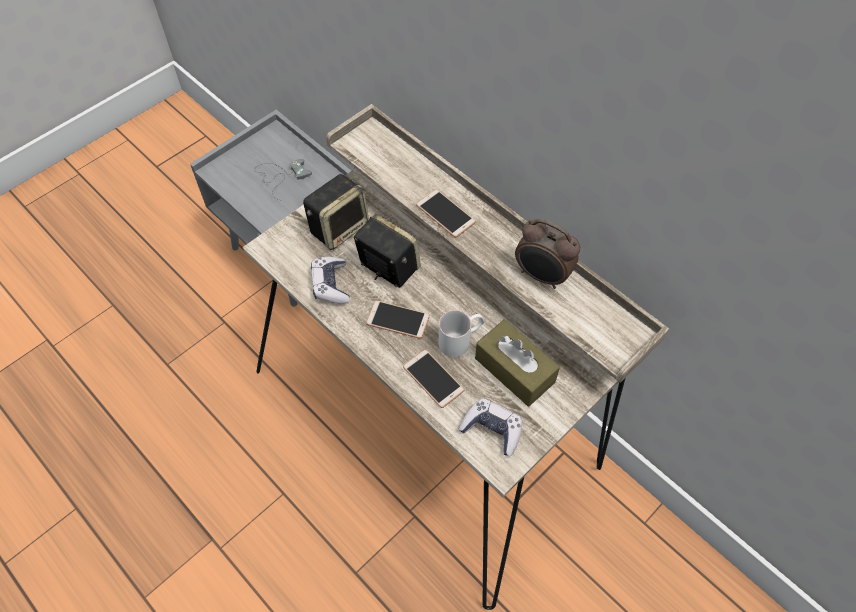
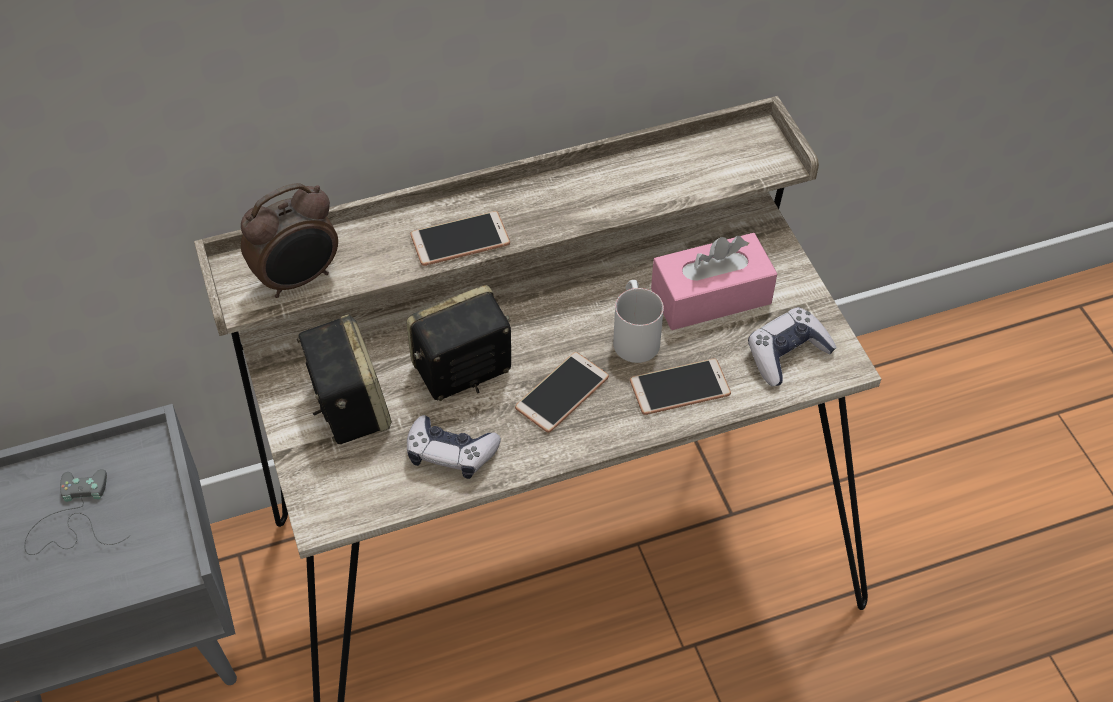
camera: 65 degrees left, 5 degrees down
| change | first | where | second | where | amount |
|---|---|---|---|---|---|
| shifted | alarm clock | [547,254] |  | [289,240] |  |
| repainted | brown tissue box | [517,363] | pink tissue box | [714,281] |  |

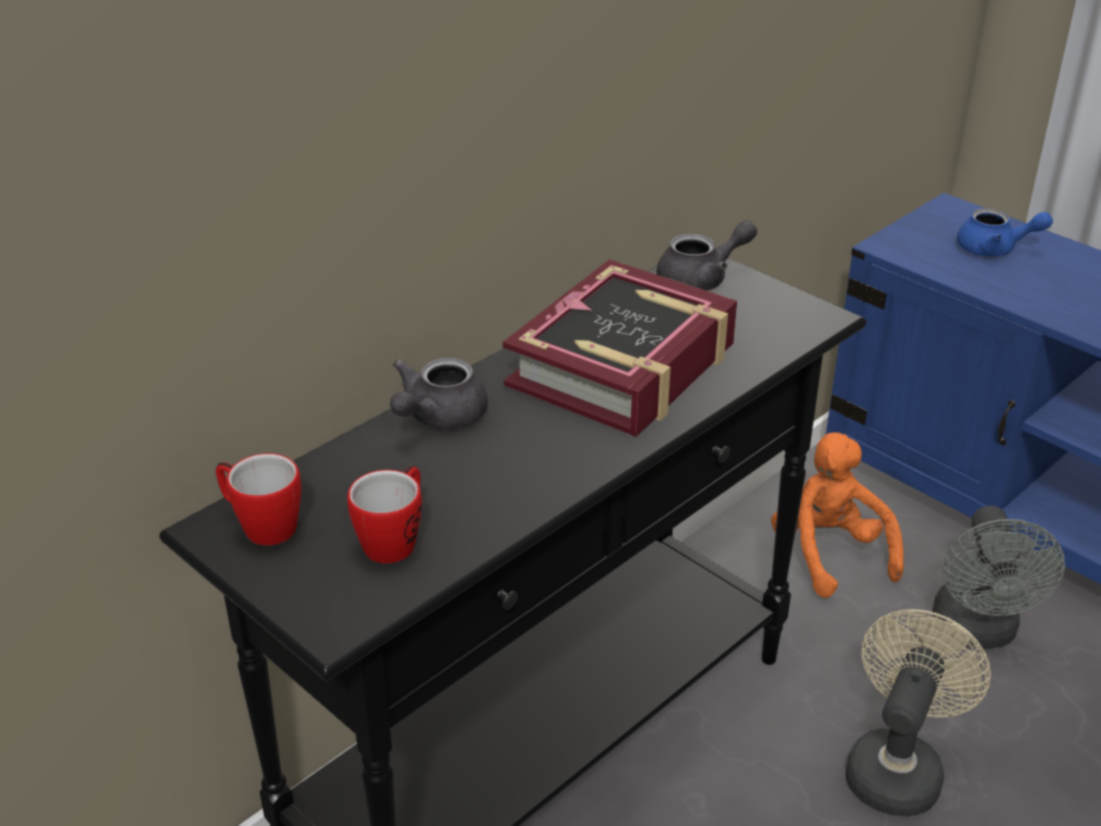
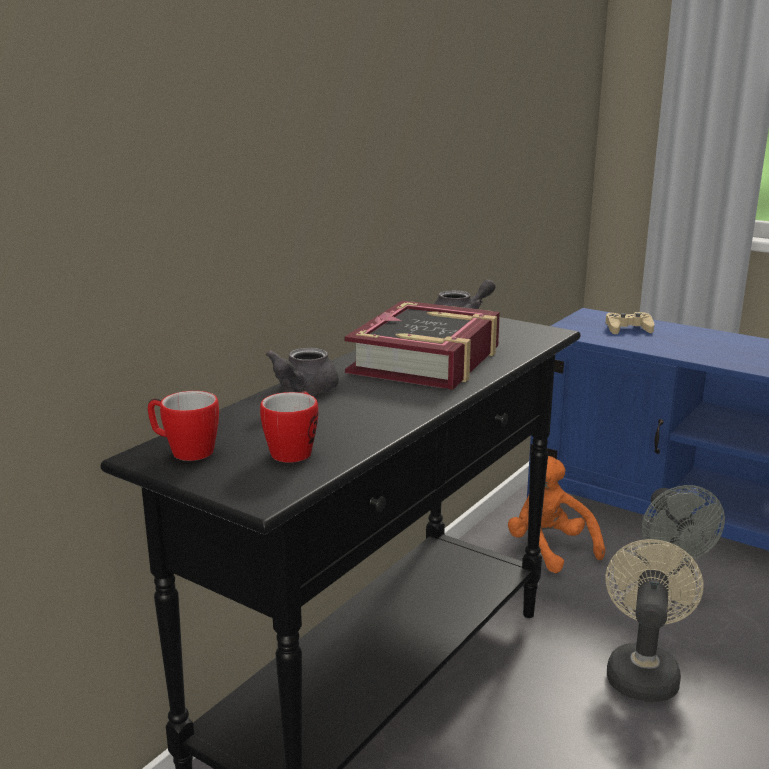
camera: 10 degrees left, 15 degrees down
| change | first | where | second | where | amount |
|---|---|---|---|---|---|
| swapped | blue teapot | [1005,232] | beige game controller | [630,323] |  |

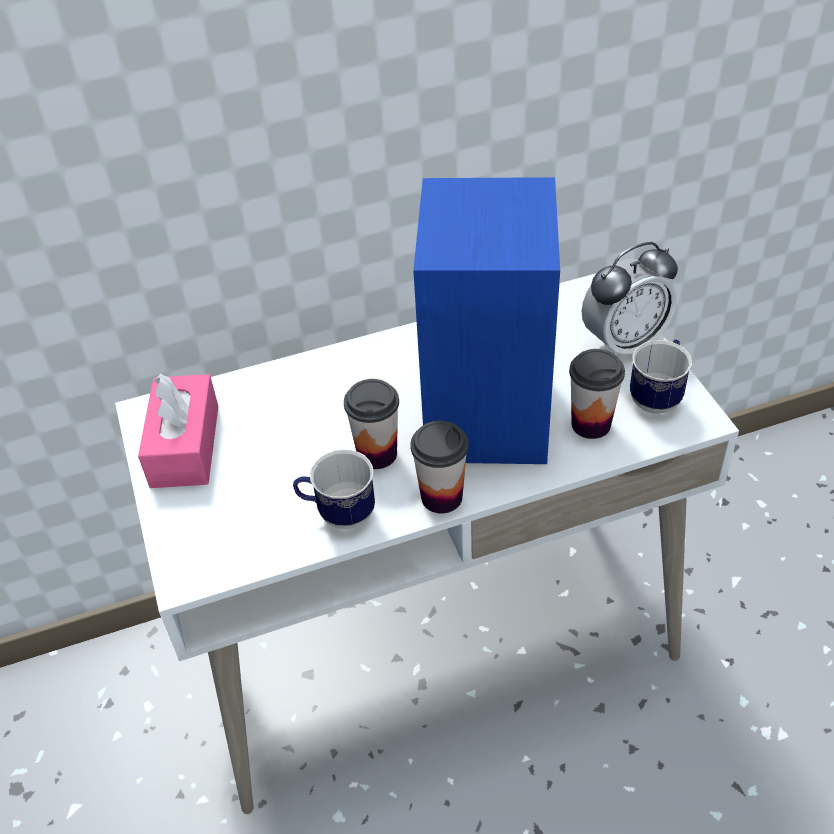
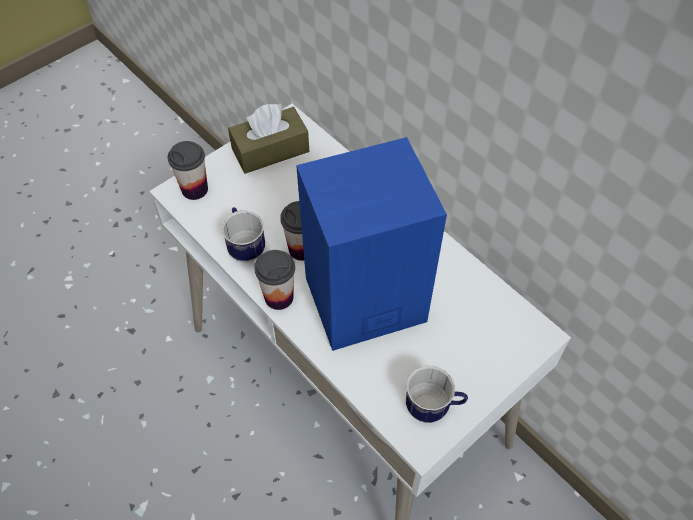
camera: 65 degrees right, 10 degrees up
| change | first | where | second | where | amount |
|---|---|---|---|---|---|
| shifted | cup | [597,394] |  | [188,170] |  |
| repainted | pink tissue box | [178,431] | brown tissue box | [268,139] |  |
| gone | alarm clock | [629,299] |  |  |  |

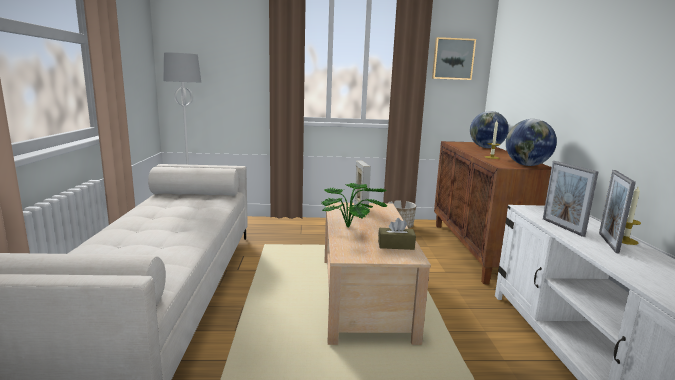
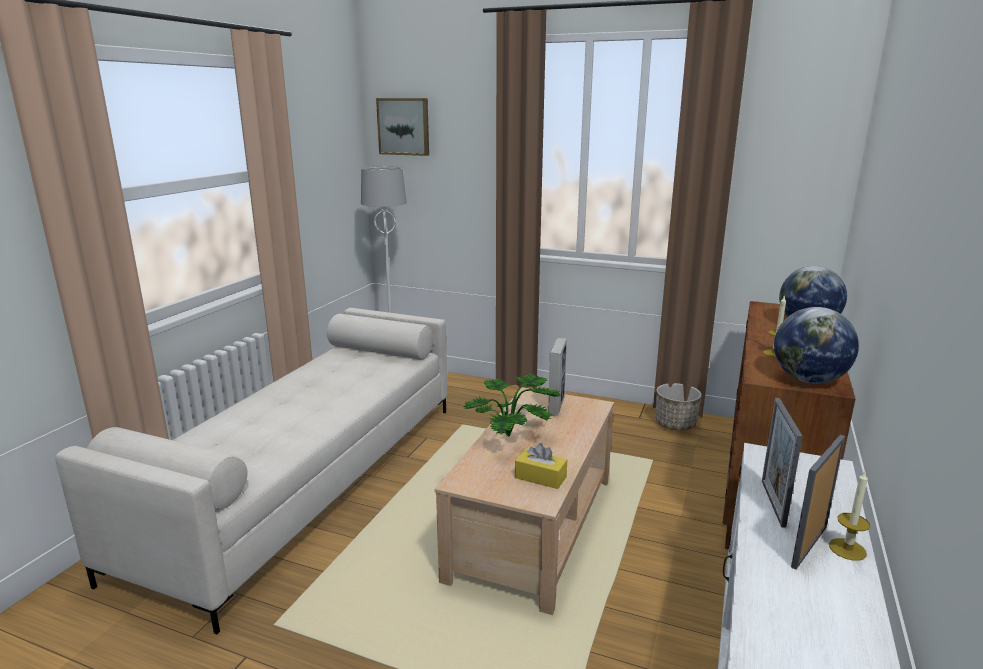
camera: 25 degrees right, 5 degrees up
| change | first | where | second | where | amount |
|---|---|---|---|---|---|
| shifted | picture | [454,58] |  | [402,127] |  |
| repainted | brown tissue box | [397,234] | yellow tissue box | [541,466] |  |

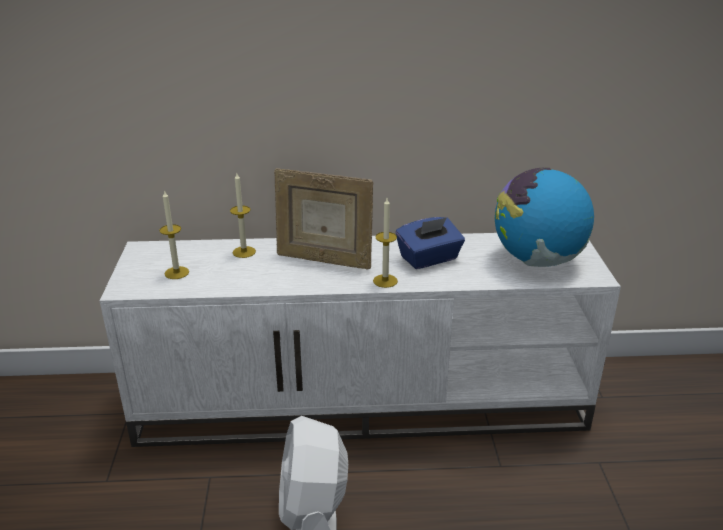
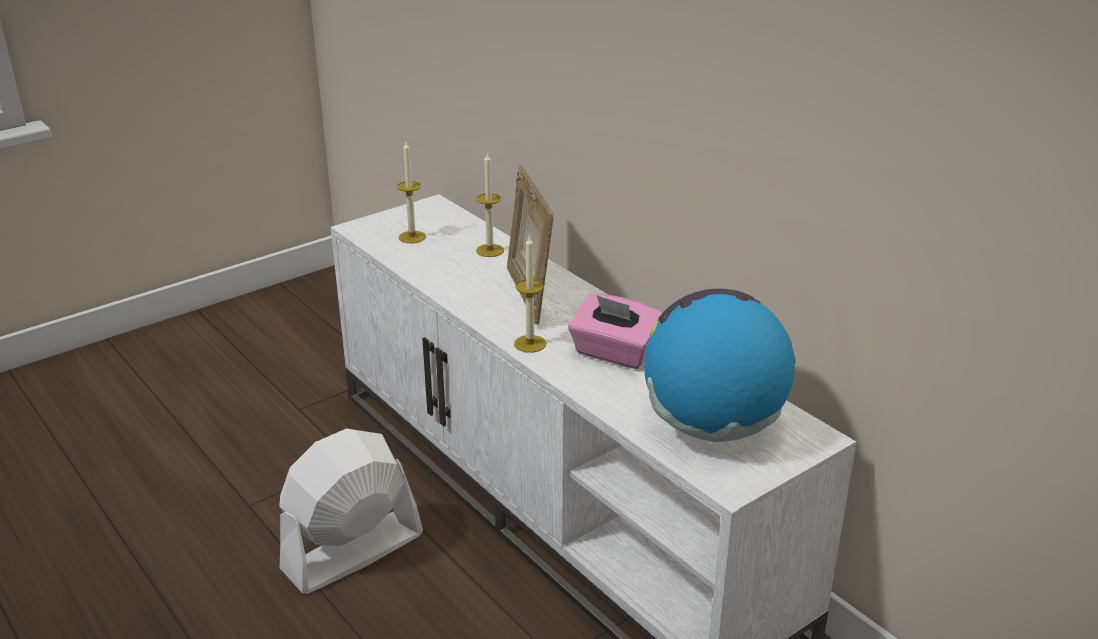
camera: 55 degrees right, 0 degrees up
| change | first | where | second | where | amount |
|---|---|---|---|---|---|
| repainted | blue tissue box | [430,243] | pink tissue box | [615,331] |  |

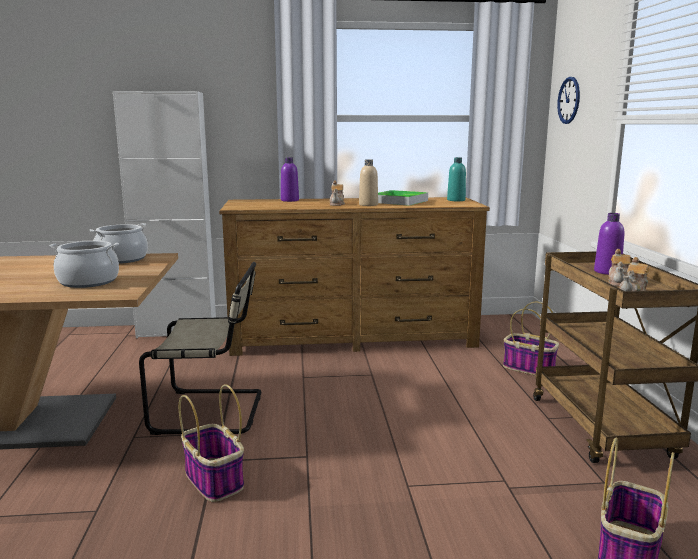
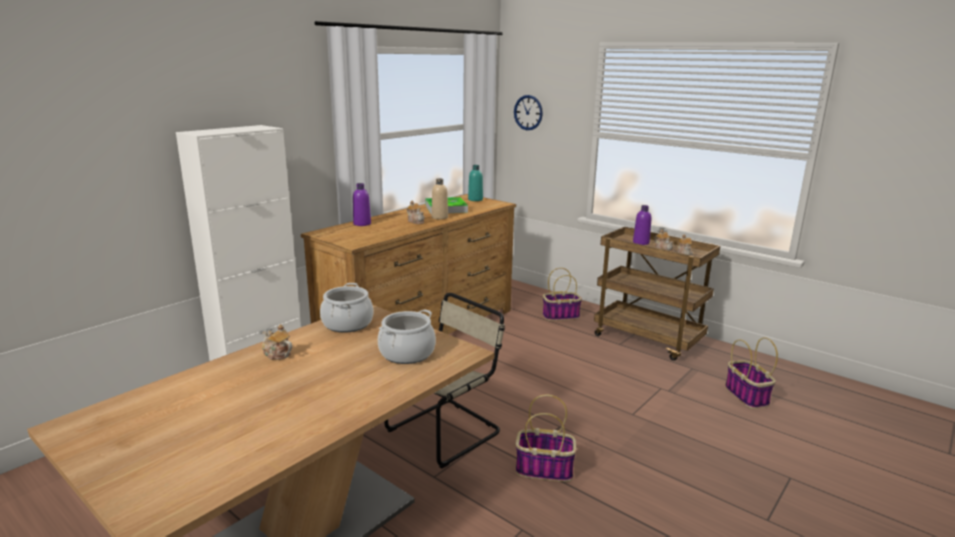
camera: 45 degrees left, 5 degrees up
| change | first | where | second | where | amount |
|---|---|---|---|---|---|
| new |  |  | teapot | [277,342] |  |

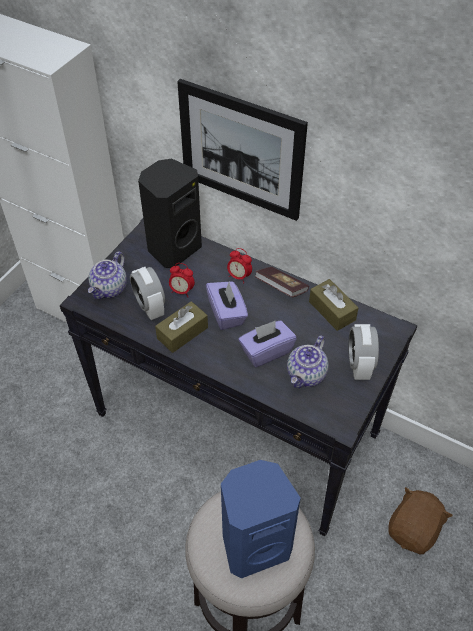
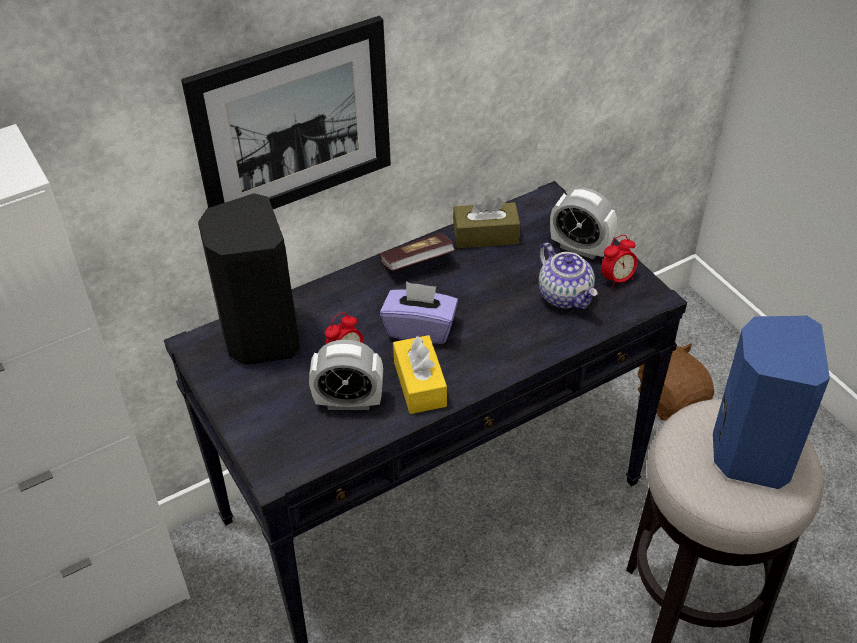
camera: 60 degrees left, 5 degrees down
| change | first | where | second | where | amount |
|---|---|---|---|---|---|
| repainted | brown tissue box | [181,327] | yellow tissue box | [420,374] |  |
| shifted | alarm clock | [239,265] |  | [619,262] |  |
| gone | teapot | [107,275] |  |  |  |
| gone | purple tissue box | [267,344] |  |  |  |

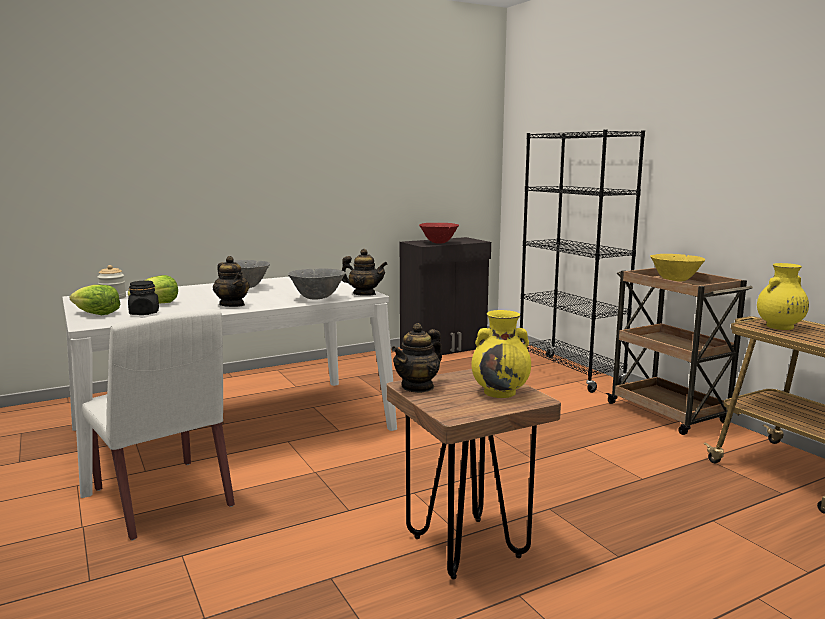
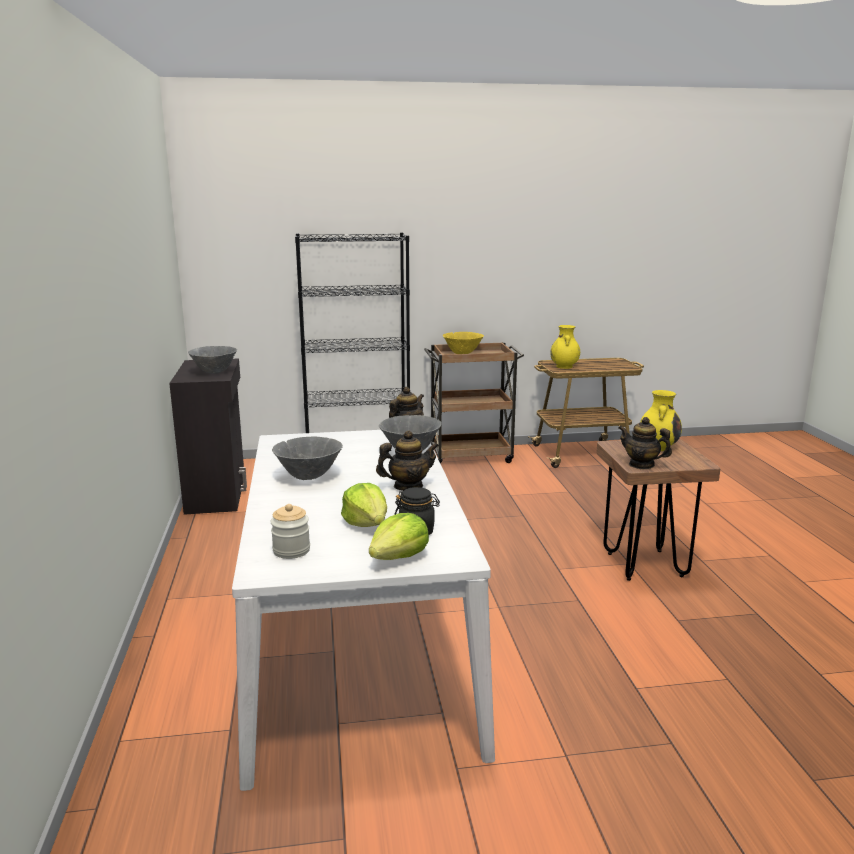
camera: 70 degrees left, 5 degrees up
| change | first | where | second | where | amount |
|---|---|---|---|---|---|
| repainted | red bowl | [439,233] | grey bowl | [212,360] |  |
| rotated | teapot | [416,358] |  | [645,443] | 150 degrees clockwise |
| gone | white chair | [158,425] |  |  |  |

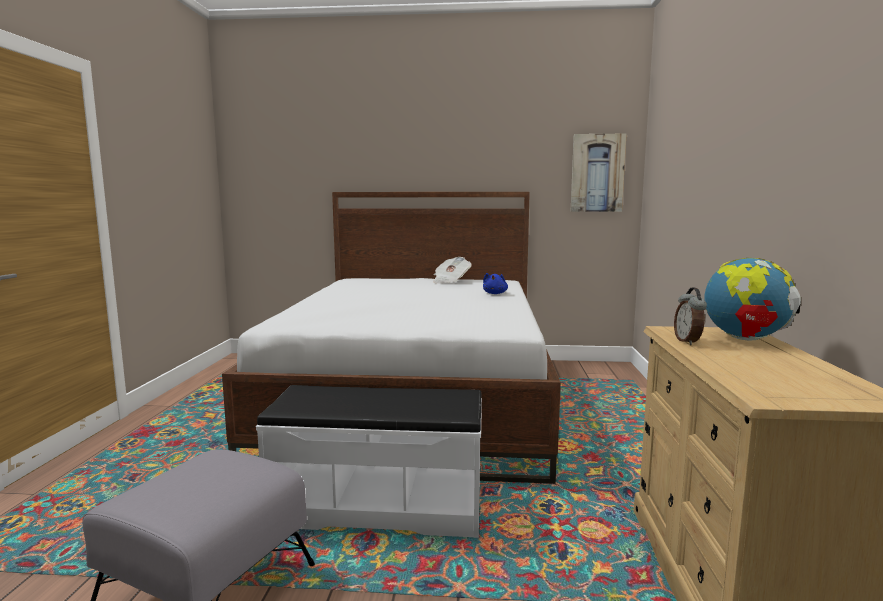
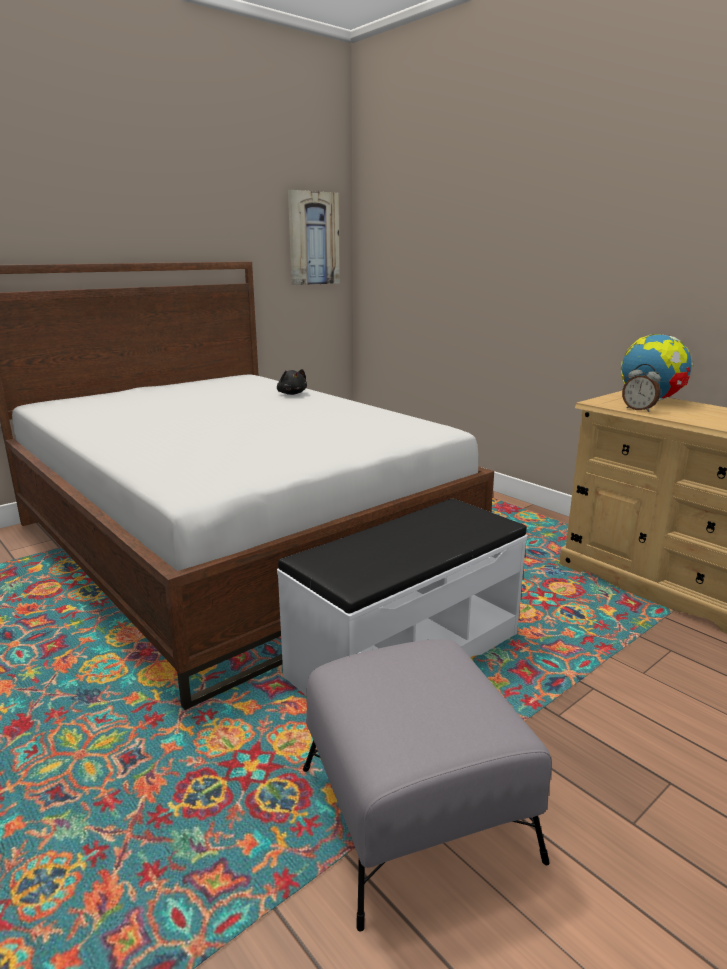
camera: 45 degrees left, 10 degrees up
| change | first | where | second | where | amount |
|---|---|---|---|---|---|
| repainted | blue plush toy | [495,283] | black plush toy | [292,382] |  |
| gone | newspaper | [452,270] |  |  |  |

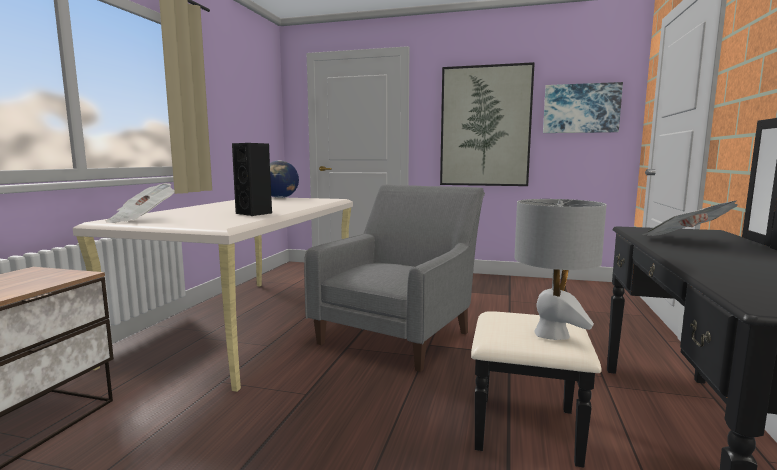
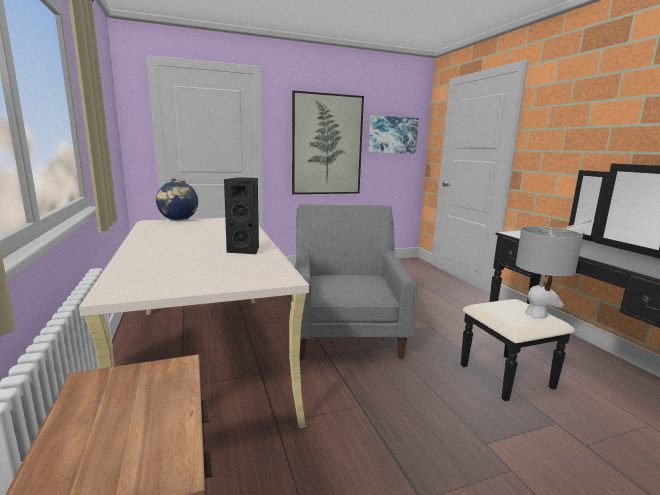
camera: 35 degrees left, 5 degrees up
| change | first | where | second | where | amount |
|---|---|---|---|---|---|
| gone | newspaper | [140,203] |  |  |  |

